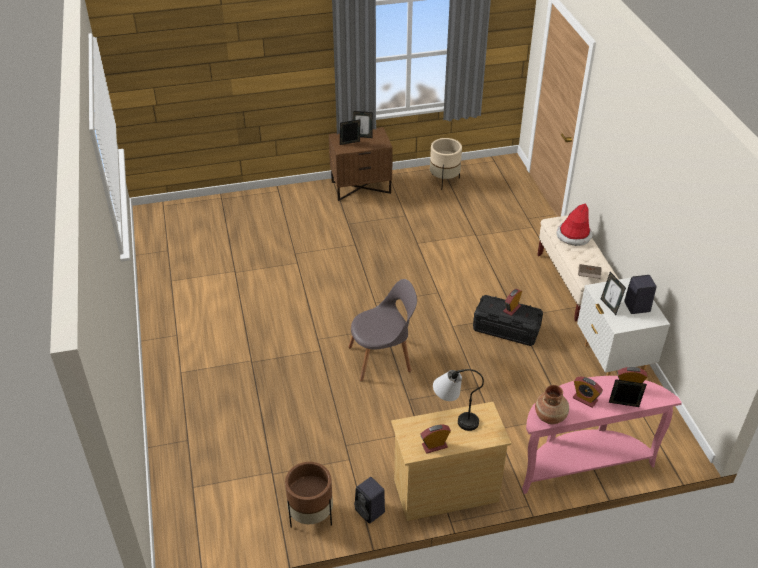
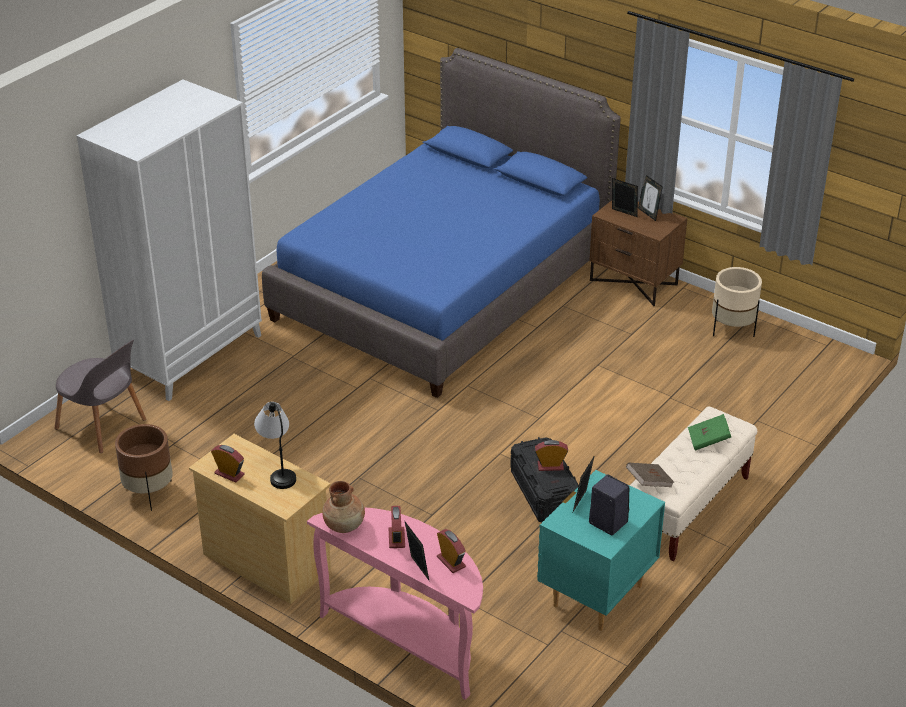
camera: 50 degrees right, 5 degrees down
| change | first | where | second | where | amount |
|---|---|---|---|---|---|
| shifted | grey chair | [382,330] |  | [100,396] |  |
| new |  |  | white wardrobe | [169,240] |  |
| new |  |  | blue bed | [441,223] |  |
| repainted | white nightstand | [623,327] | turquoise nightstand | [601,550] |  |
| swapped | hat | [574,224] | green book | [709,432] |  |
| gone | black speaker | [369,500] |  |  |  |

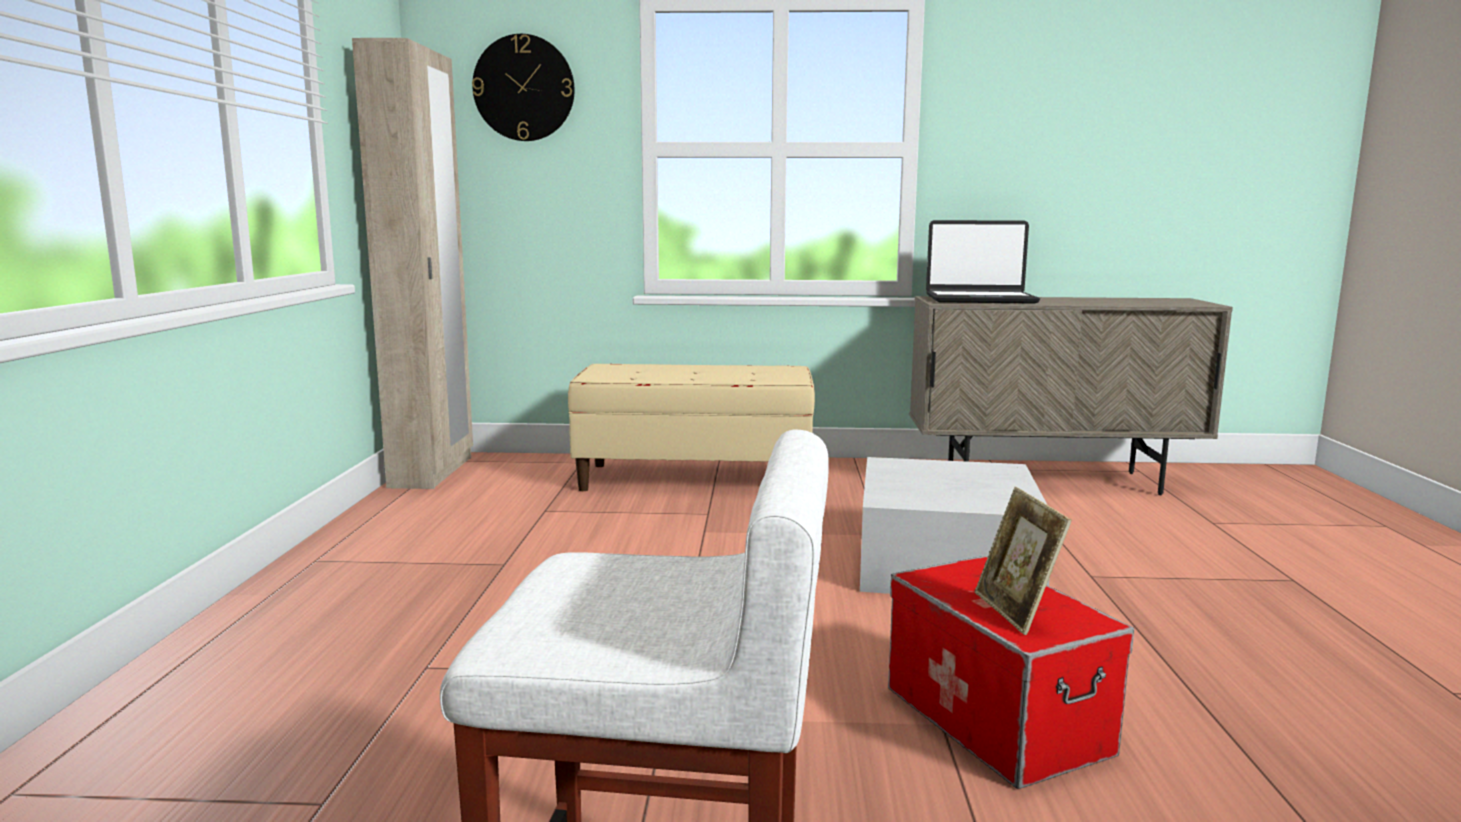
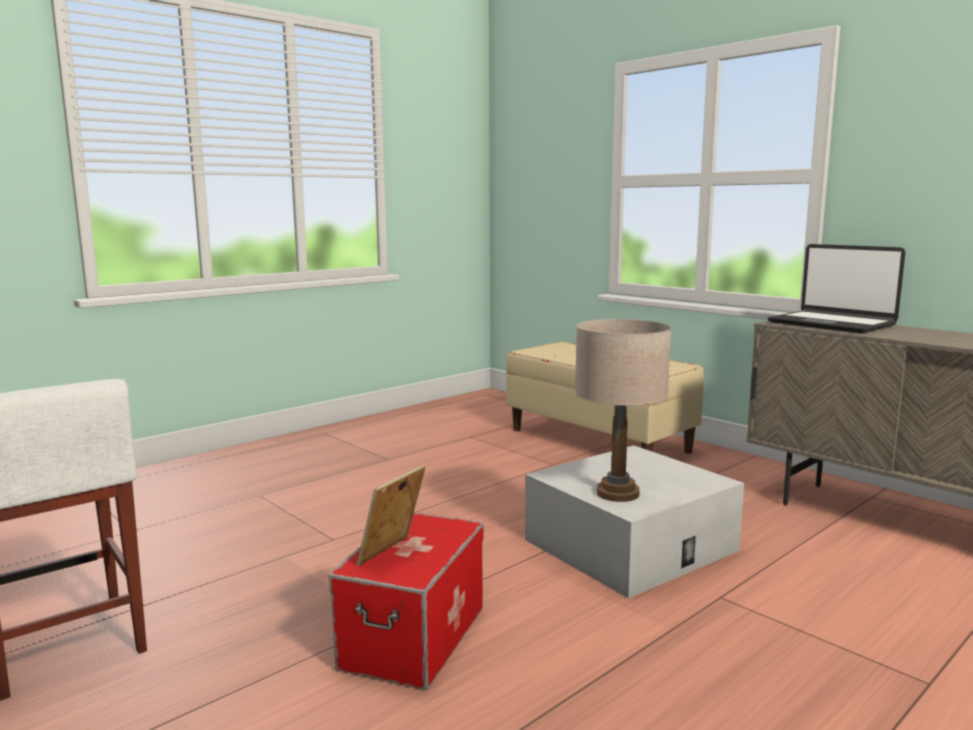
camera: 45 degrees right, 0 degrees up
| change | first | where | second | where | amount |
|---|---|---|---|---|---|
| new |  |  | beige table lamp | [623,410] |  |
| gone | beige wardrobe | [412,263] |  |  |  |
| gone | wall clock | [523,87] |  |  |  |

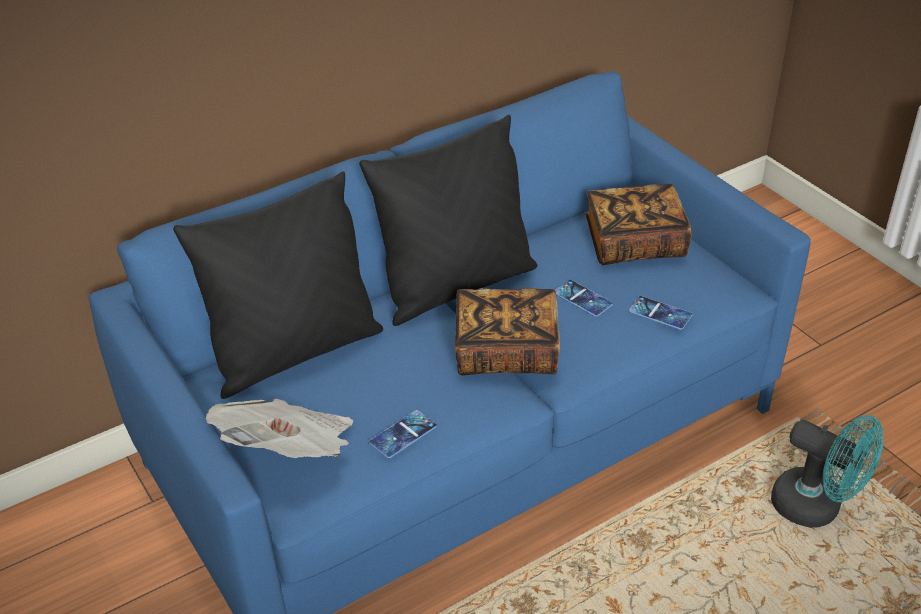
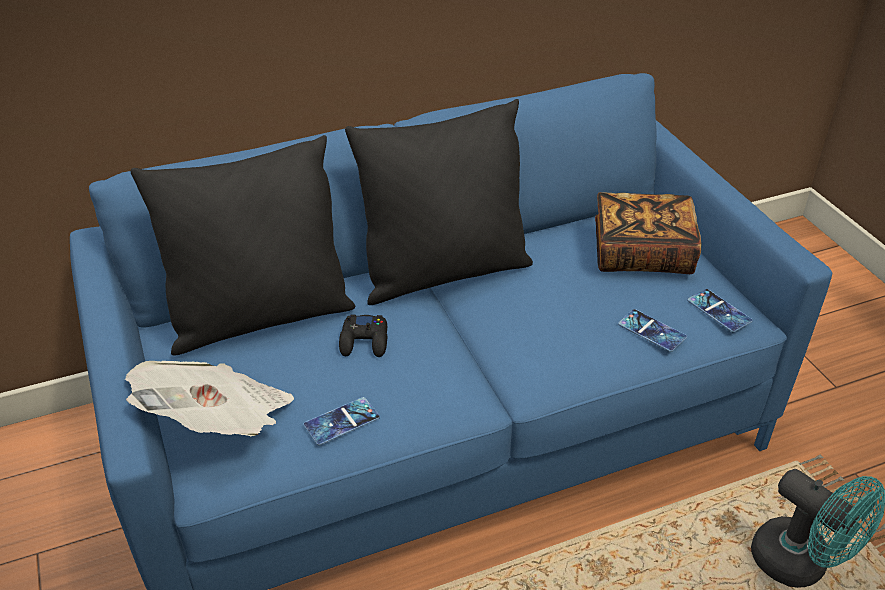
camera: 10 degrees right, 0 degrees up
| change | first | where | second | where | amount |
|---|---|---|---|---|---|
| new |  |  | black game controller | [363,336] |  |
| shifted | phone | [584,298] |  | [720,310] |  |
| gone | book | [507,332] |  |  |  |

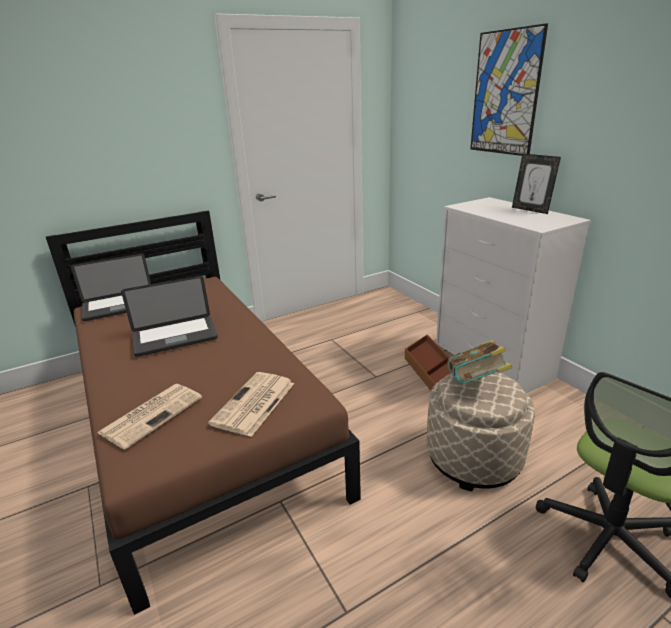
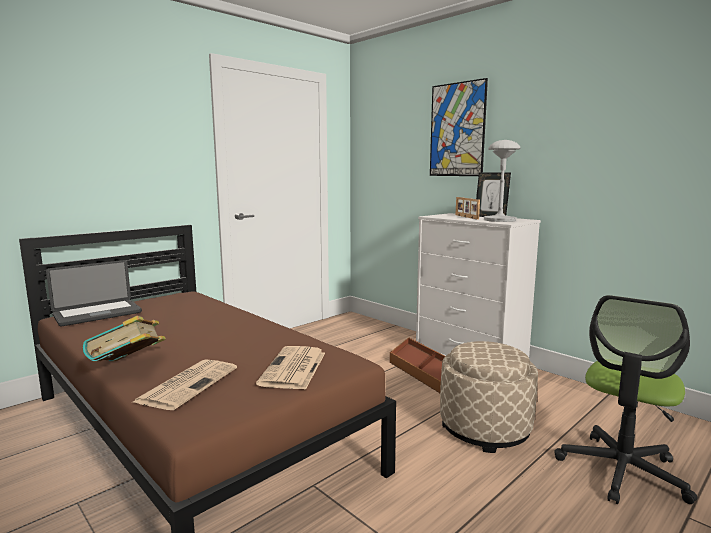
camera: 15 degrees left, 15 degrees down
| change | first | where | second | where | amount |
|---|---|---|---|---|---|
| shifted | book | [480,362] |  | [124,338] |  |
| new |  |  | picture frame | [468,208] |  |
| new |  |  | grey table lamp | [502,181] |  |
| gone | laptop | [169,316] |  |  |  |

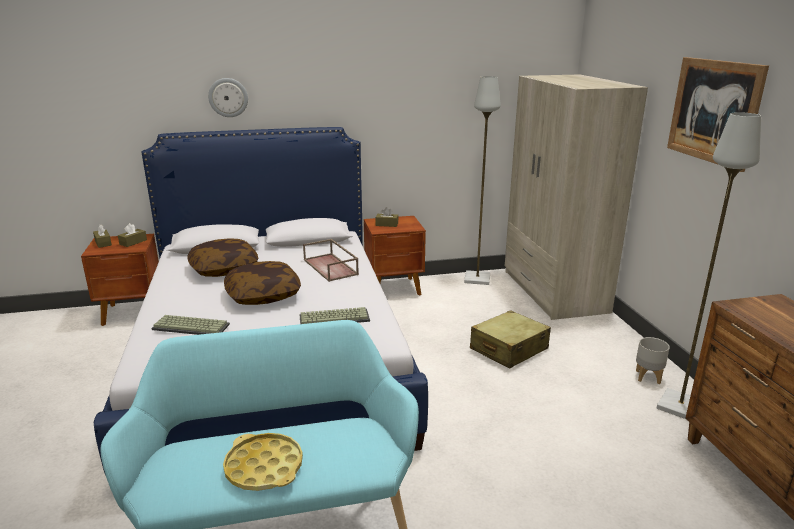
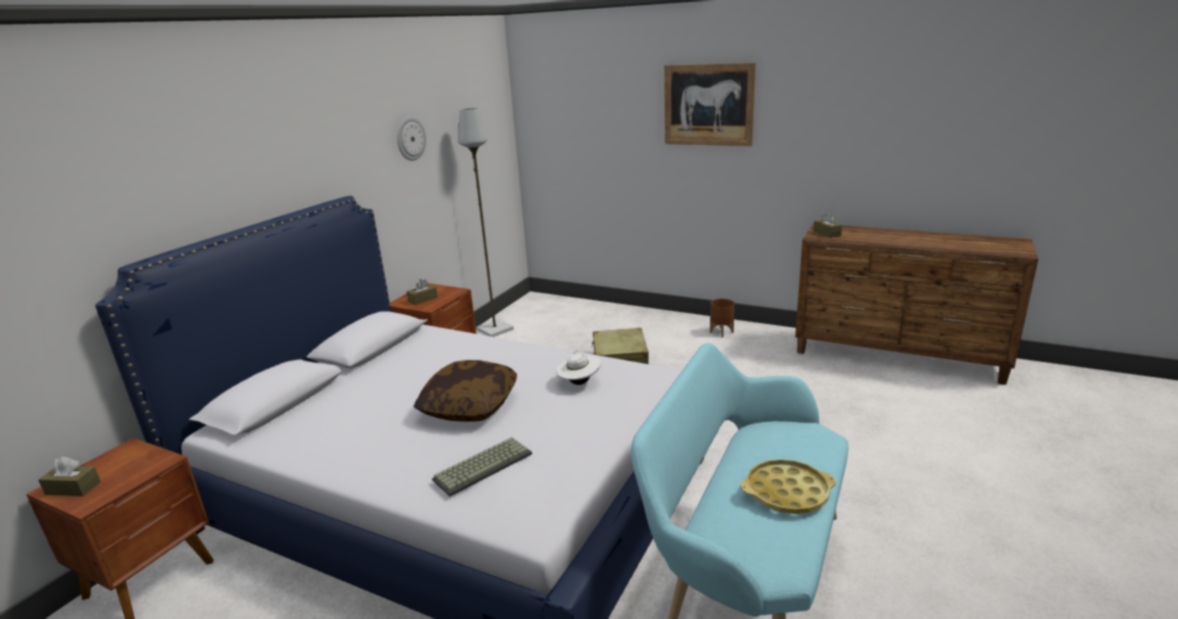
camera: 50 degrees left, 0 degrees up
| change | first | where | second | where | amount |
|---|---|---|---|---|---|
| shifted | wall clock | [228,97] |  | [411,139] |  |
| swapped | keyboard | [335,315] | white hat | [578,367] |  |
| repainted | grey planter | [653,360] | brown planter | [722,318] |  |
| shifted | brown tissue box | [132,235] |  | [828,225] |  |
| gone | pillow | [222,257] |  |  |  |
| gone | brown tray | [331,260] |  |  |  |
| gone | beige wardrobe | [576,197] |  |  |  |
| gone | grey floor lamp | [709,265] |  |  |  |

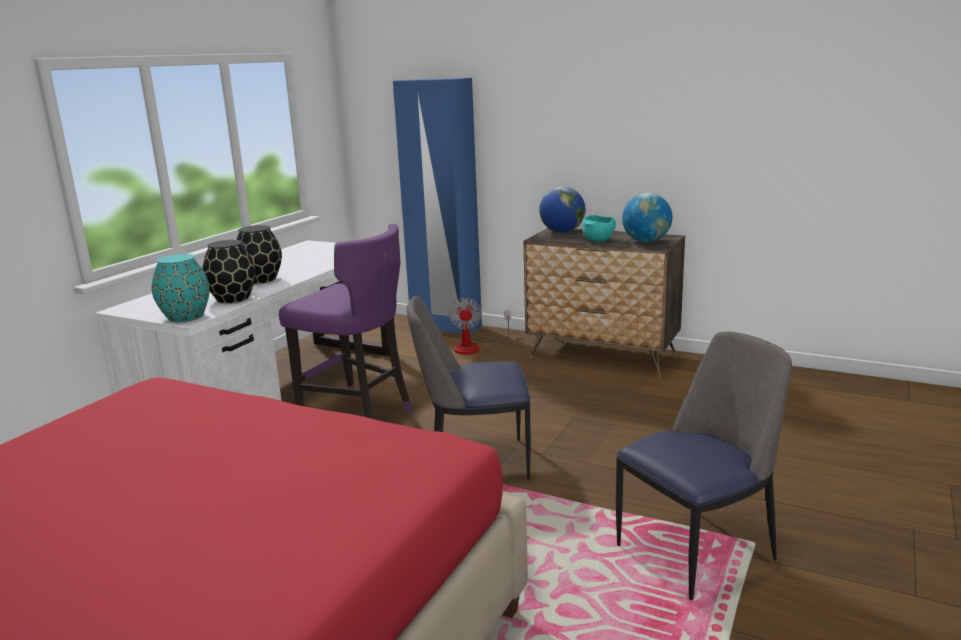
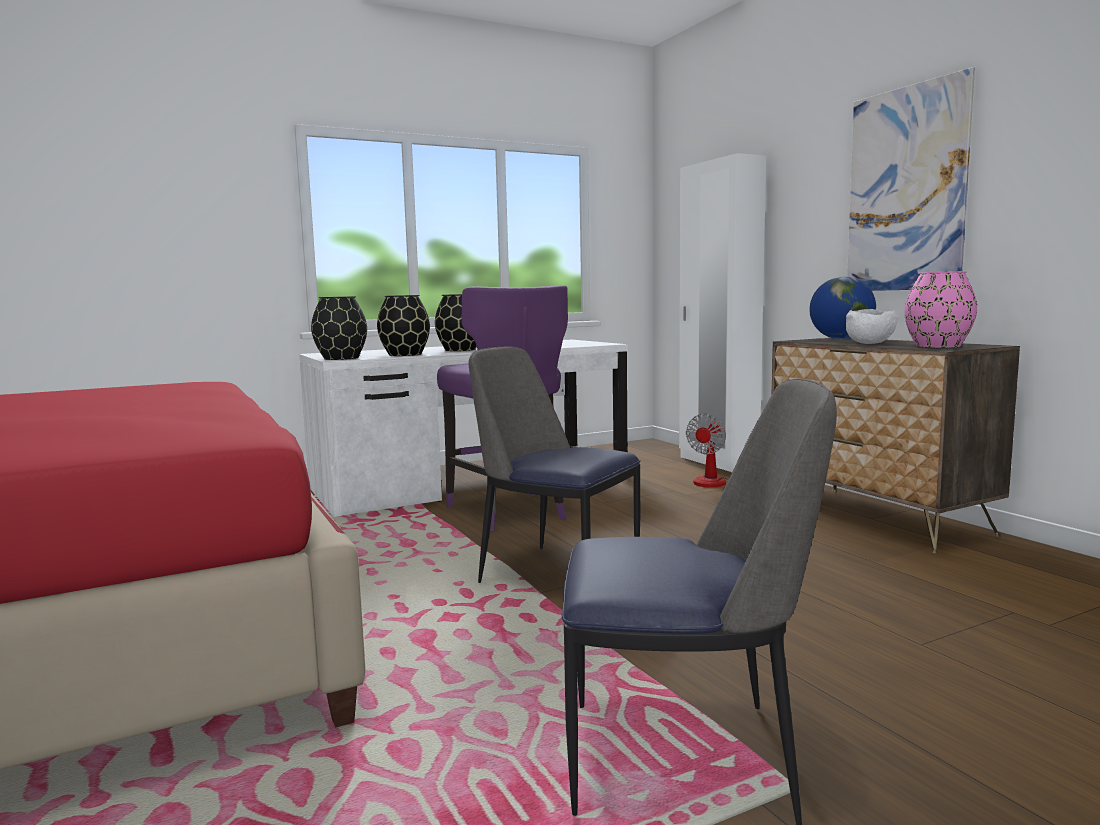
camera: 35 degrees right, 10 degrees down
| change | first | where | second | where | amount |
|---|---|---|---|---|---|
| repainted | turquoise vase | [181,288] | black vase | [339,328] |  |
| repainted | blue wardrobe | [437,206] | white wardrobe | [722,312] |  |
| repainted | turquoise bowl | [599,228] | white bowl | [872,326] |  |
| new |  |  | picture | [911,179] |  |
| swapped | globe | [647,218] | pink vase | [940,309] |  |

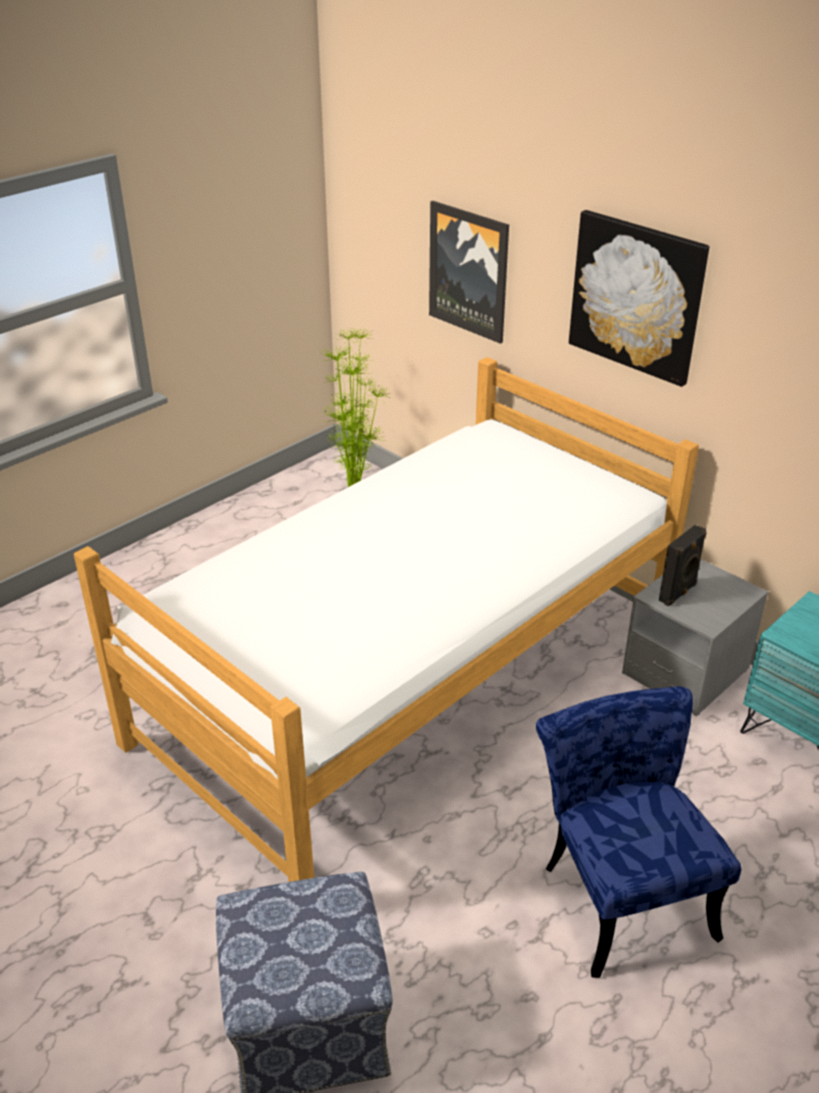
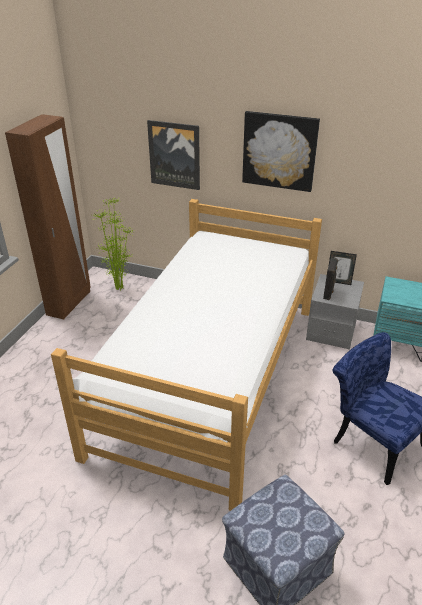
camera: 25 degrees left, 0 degrees up
| change | first | where | second | where | amount |
|---|---|---|---|---|---|
| new |  |  | brown wardrobe | [48,216] |  |
| new |  |  | picture frame | [342,268] |  |

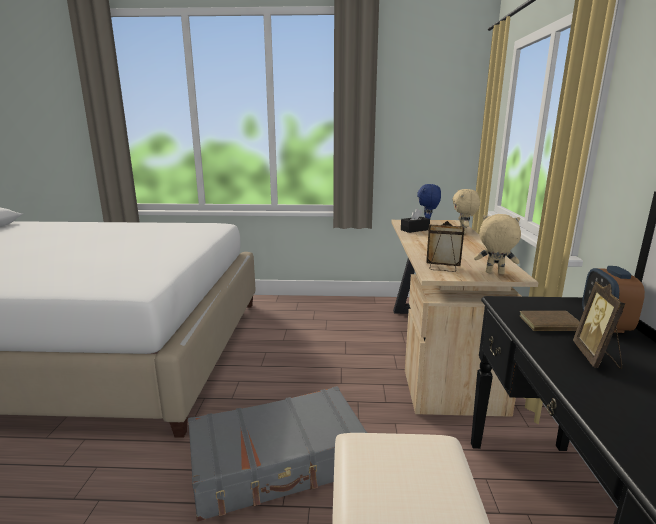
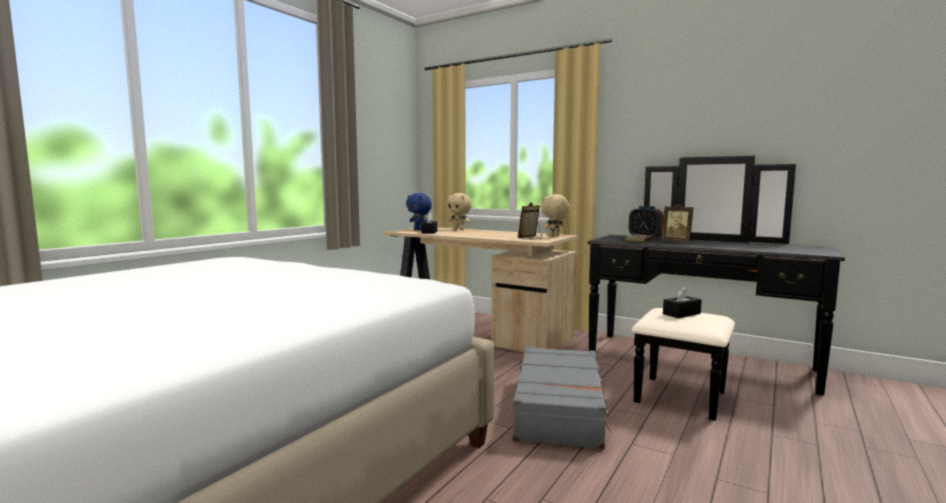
camera: 60 degrees left, 10 degrees down
| change | first | where | second | where | amount |
|---|---|---|---|---|---|
| new |  |  | black tissue box | [682,301] |  |

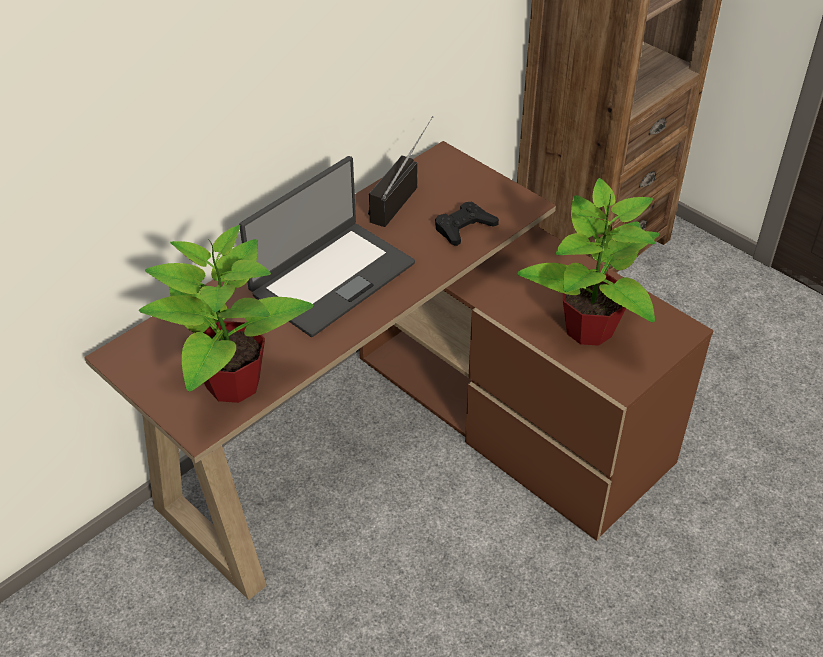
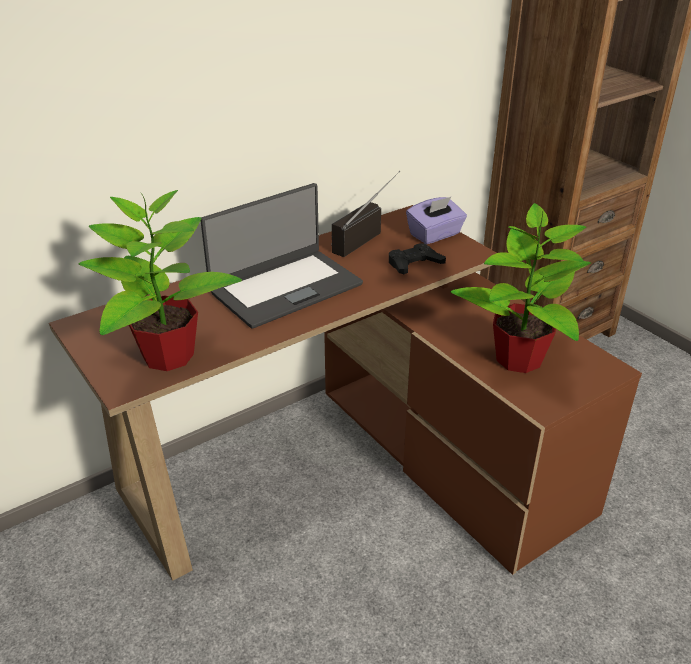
camera: 10 degrees right, 10 degrees down
| change | first | where | second | where | amount |
|---|---|---|---|---|---|
| new |  |  | purple tissue box | [436,220] |  |

